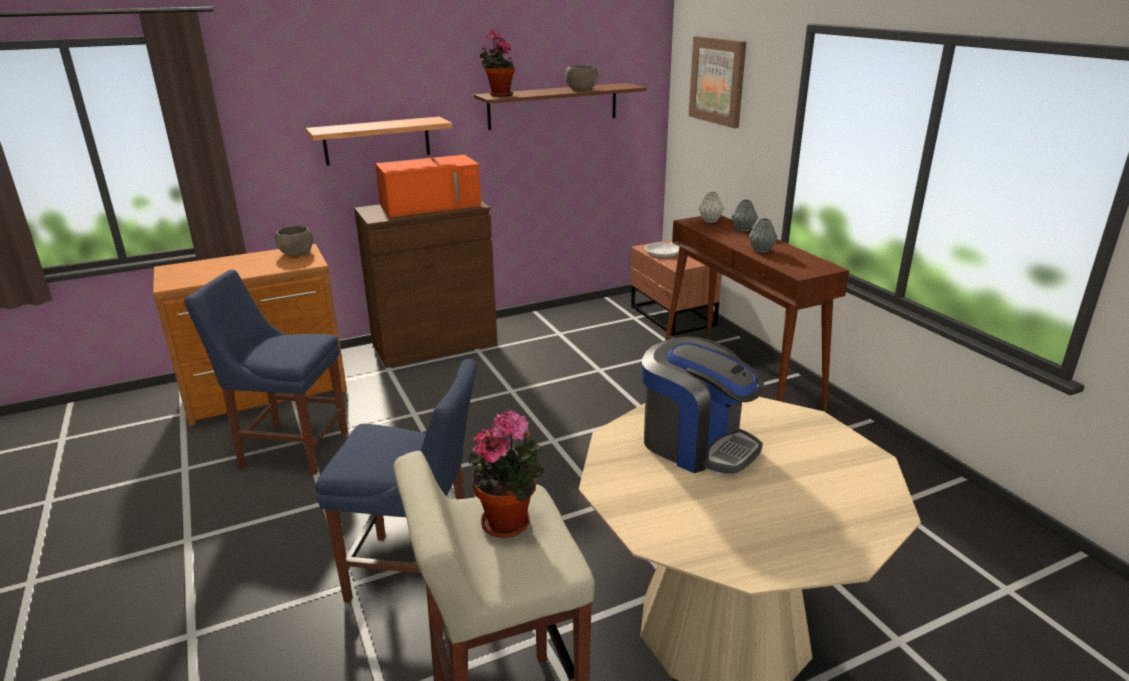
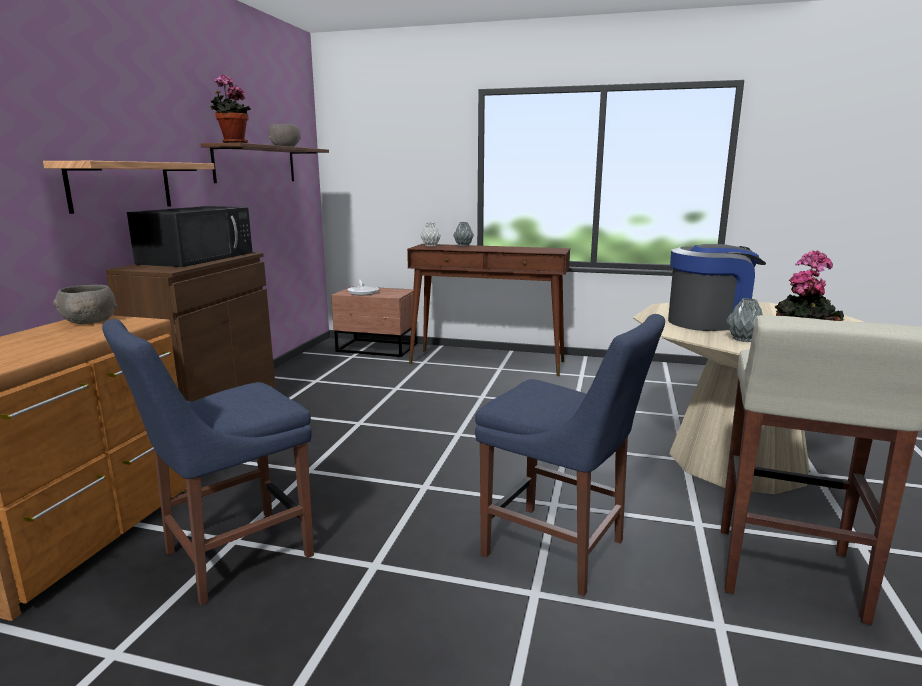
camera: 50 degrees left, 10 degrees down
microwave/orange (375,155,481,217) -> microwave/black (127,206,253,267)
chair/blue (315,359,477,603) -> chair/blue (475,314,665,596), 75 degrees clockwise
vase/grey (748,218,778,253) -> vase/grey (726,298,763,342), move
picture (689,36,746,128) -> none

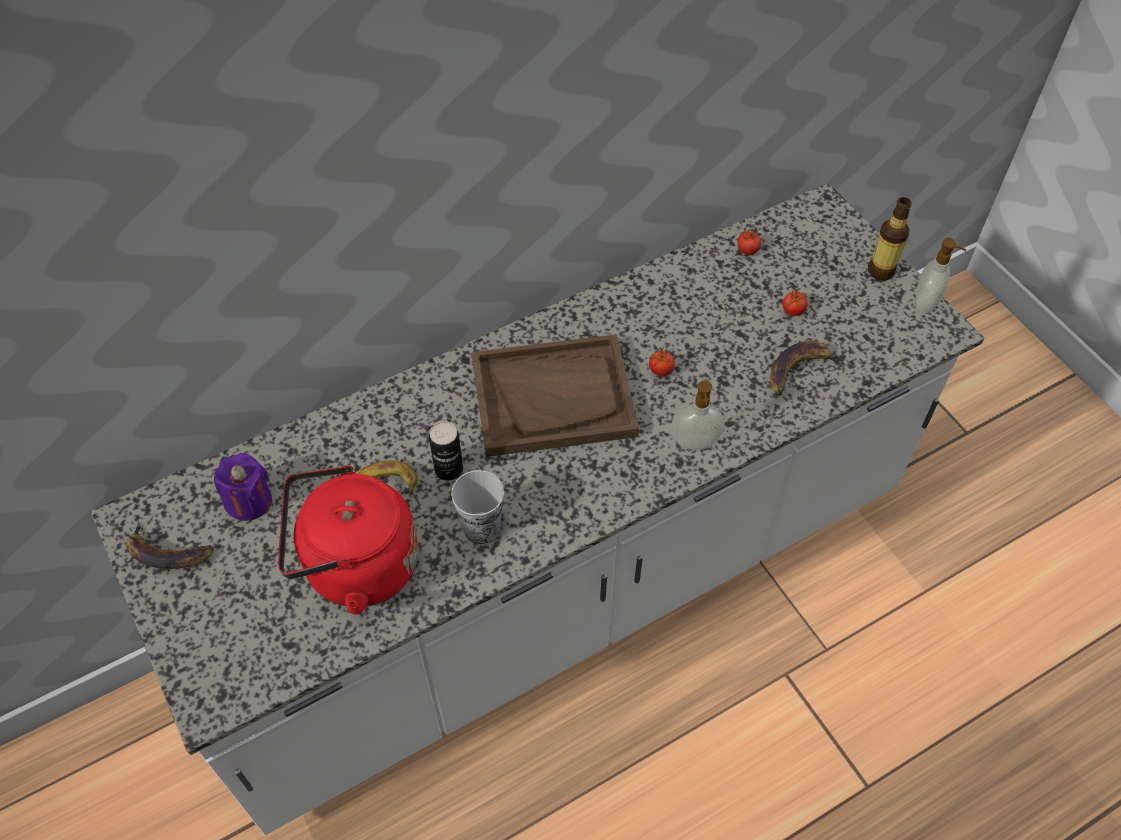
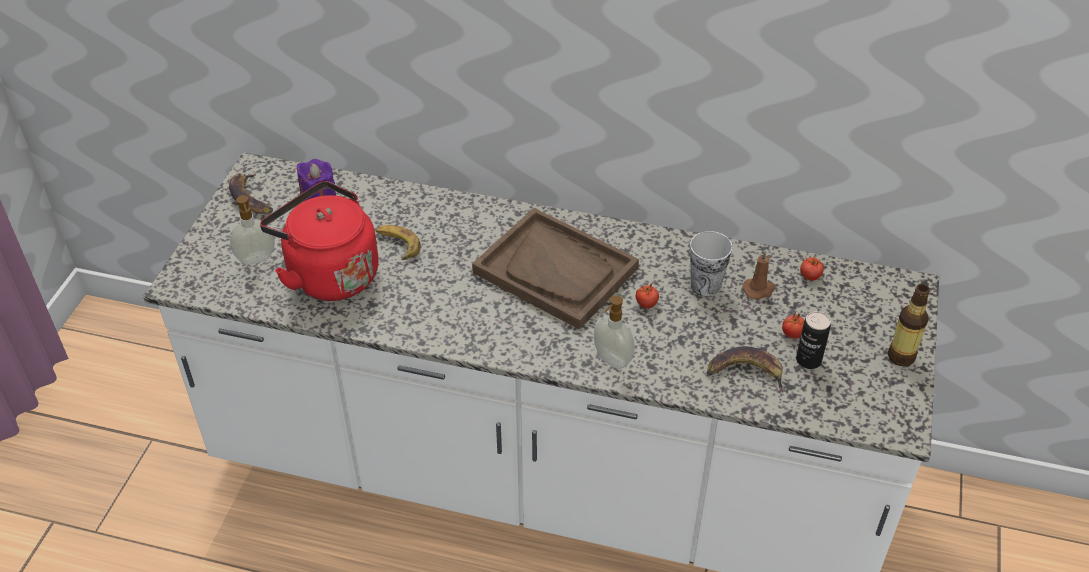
camera: 45 degrees right, 10 degrees down
soap dispenser (916,238,966,314) -> soap dispenser (230,195,275,265), move
cup (451,470,504,544) -> cup (690,231,733,297), move
none -> candle/brown (742,250,776,300)
can (429,421,463,481) -> can (796,311,831,369), move

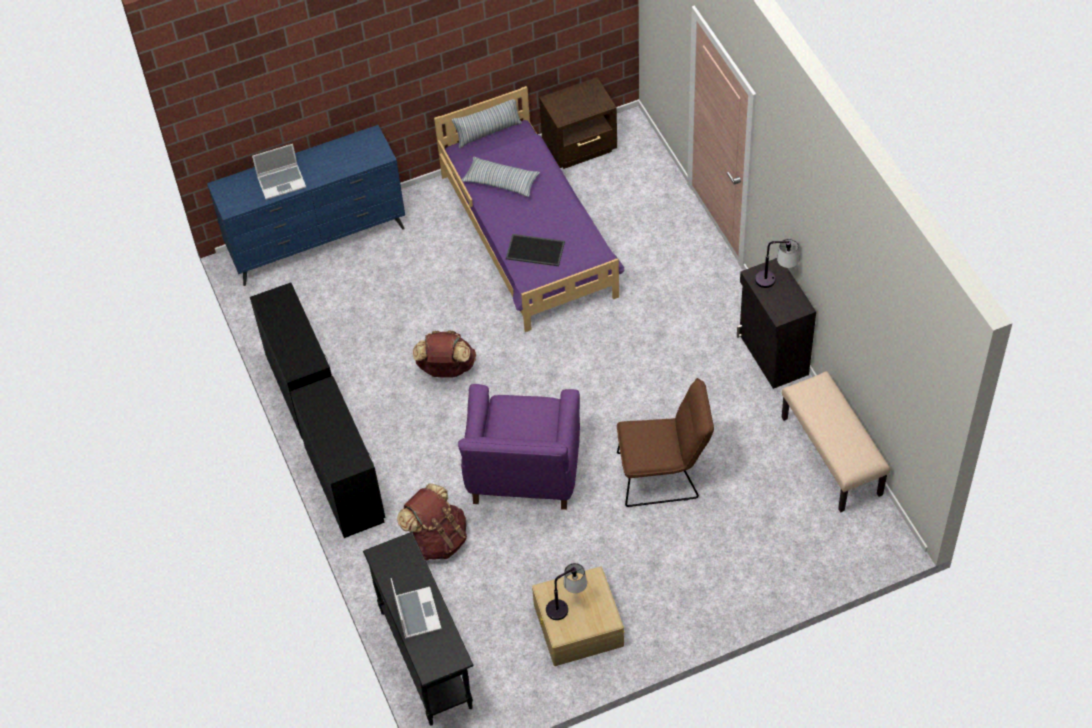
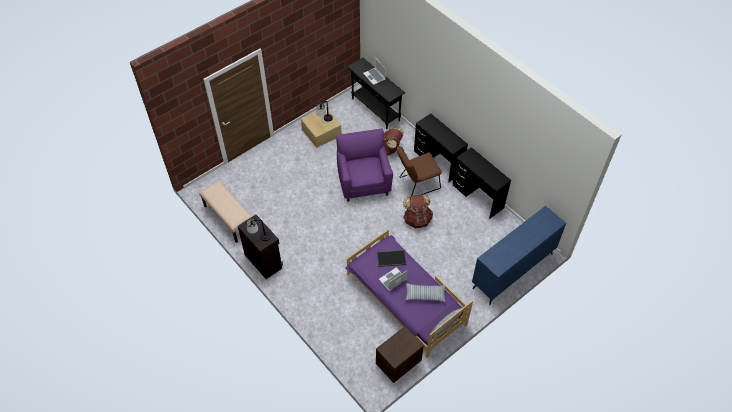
camera: 160 degrees right, 0 degrees up
laptop (252,144,306,200) -> laptop (379,268,407,291), move
chair/brown (617,378,714,507) -> chair/brown (397,145,442,196), move

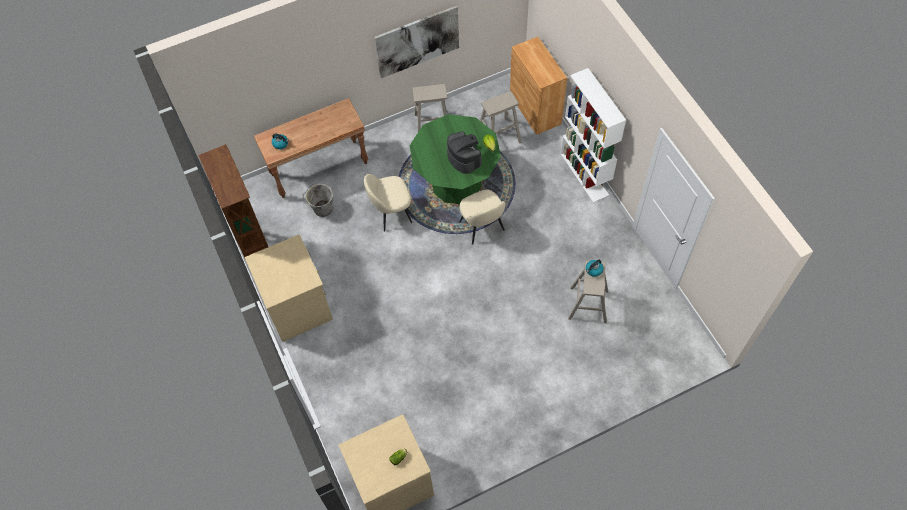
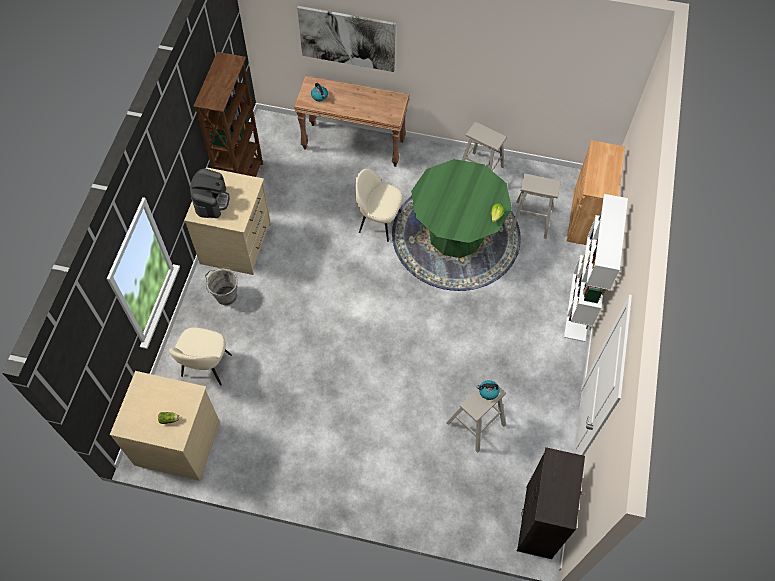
camera: 35 degrees right, 0 degrees up
chair/beige (459,190,505,245) -> chair/beige (169,327,232,385), move
coffee machine (447,131,481,174) -> coffee machine (190,168,230,218), move
bucket/grey (302,183,333,217) -> bucket/grey (205,267,238,305), move
picture (374,5,459,78) -> picture (297,6,396,72), move
none -> dresser/black (517,447,585,559)

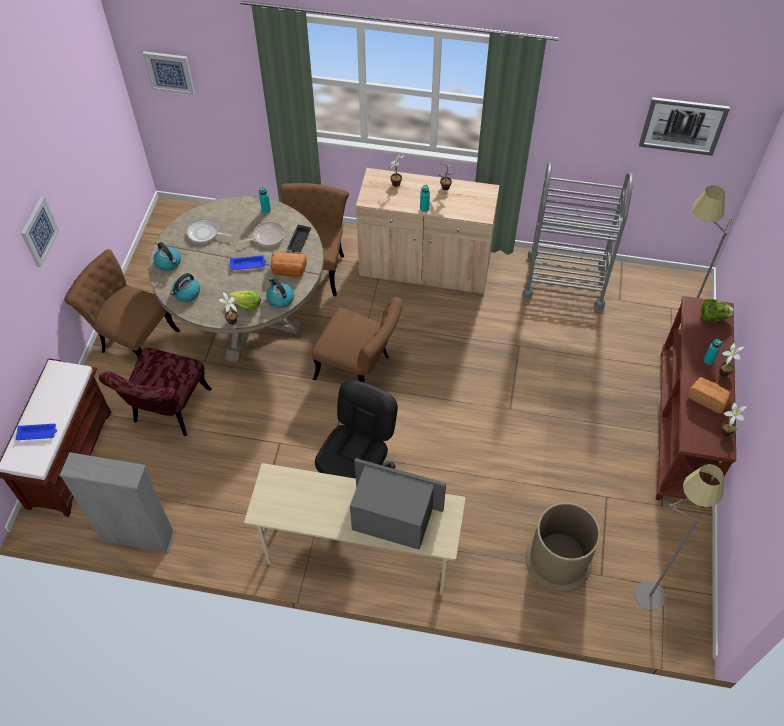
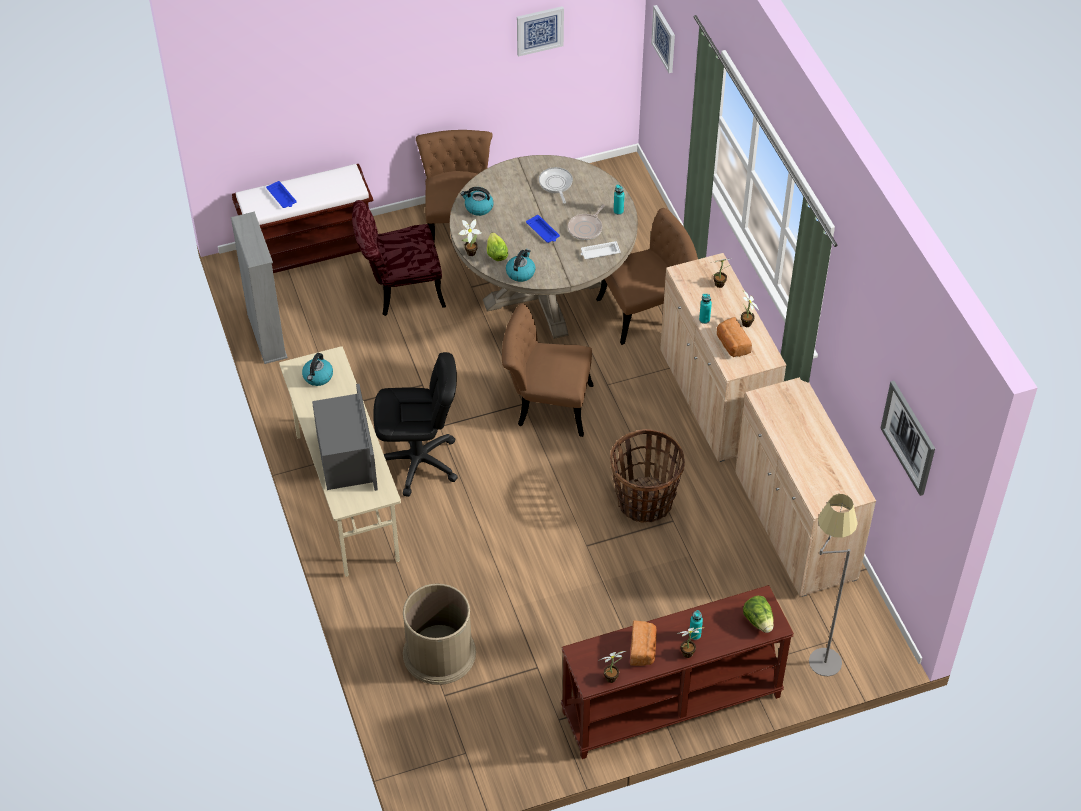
camera: 60 degrees right, 5 degrees down
kettle (153,242,181,271) -> kettle (302,353,333,386), move
chair/brown (312,297,403,383) -> chair/brown (502,304,593,437), 105 degrees clockwise
picture (21,196,59,267) -> picture (517,6,564,57), move
frying pan (239,222,285,246) -> frying pan (568,204,605,240), 90 degrees clockwise
tray/black (287,225,311,252) -> tray/white (581,241,621,259)
none -> basket (610,429,685,523)
bread (271,252,307,277) -> bread (717,317,752,357), move
cart/grey (522,162,633,310) -> cabinet/beige (735,377,876,597)
floor lamp/grey (635,464,724,611) -> none

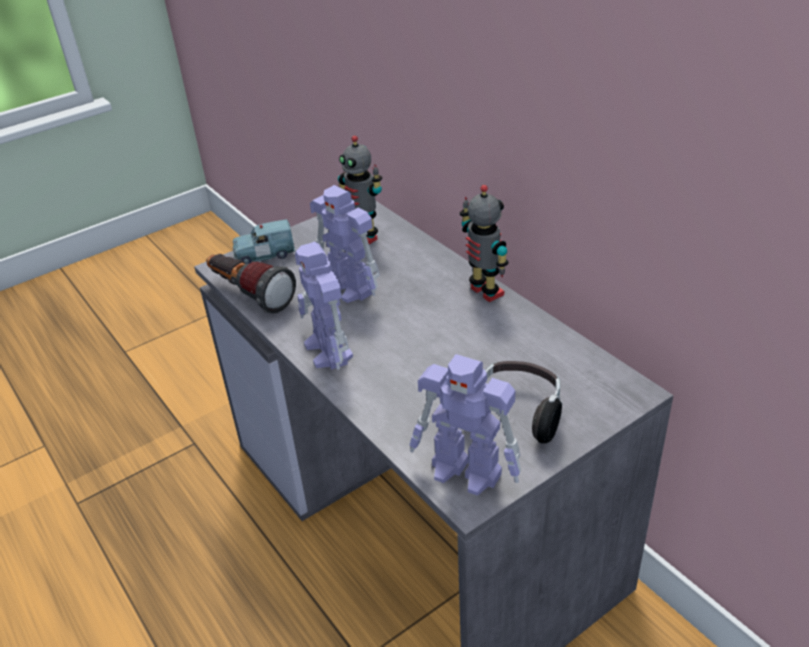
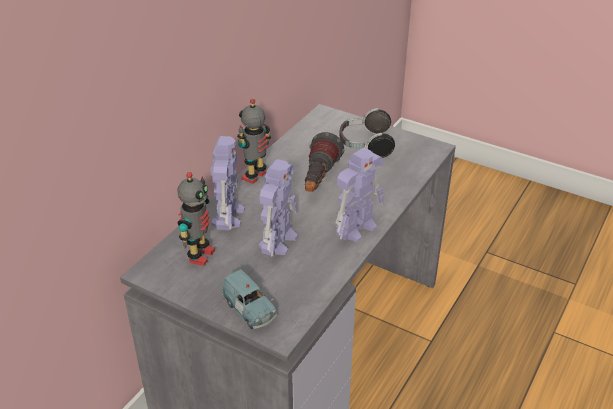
camera: 115 degrees left, 0 degrees up
toy robot (410,354,521,496) -> toy robot (211,136,245,230), move
flashlight (206,254,296,314) -> flashlight (304,132,344,192), move

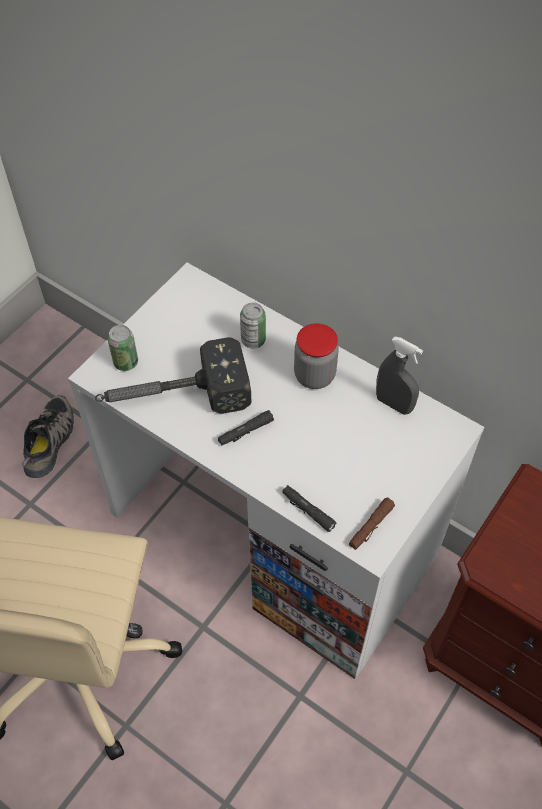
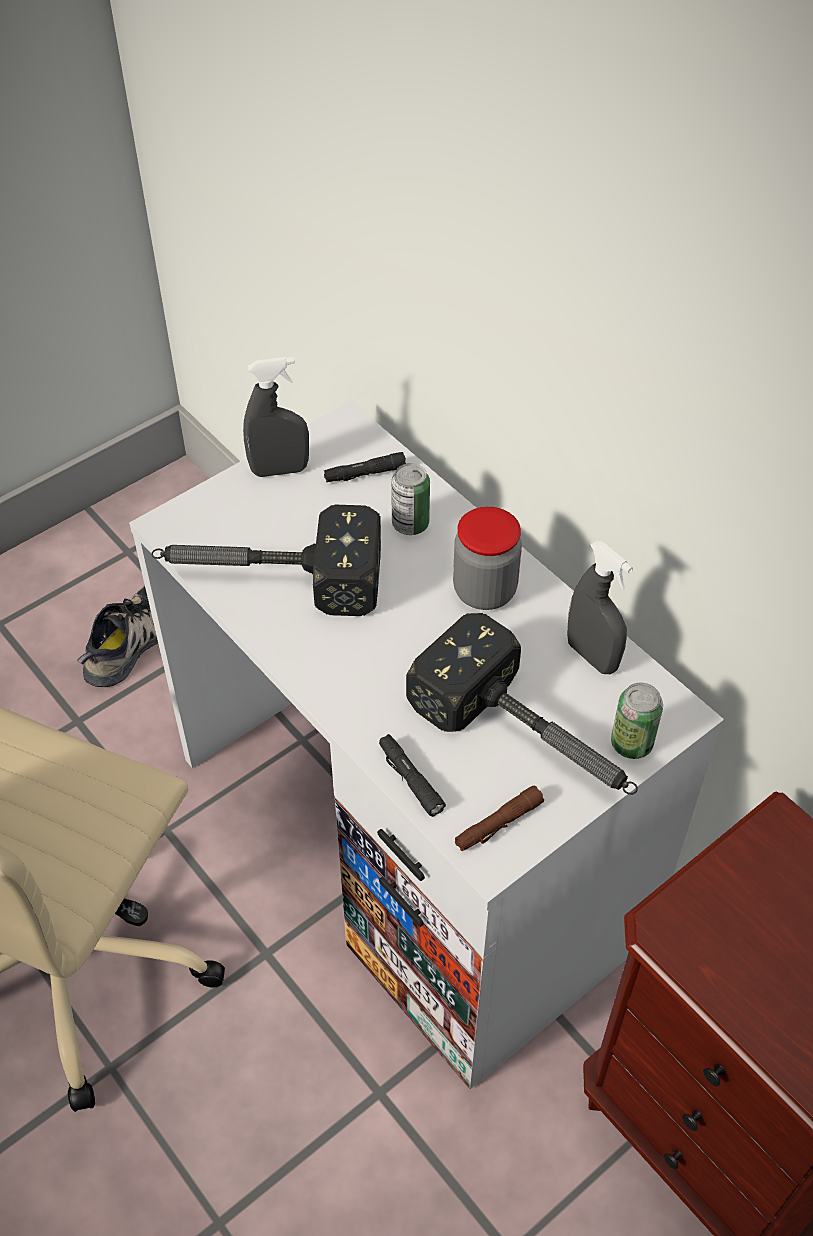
camera: 15 degrees right, 5 degrees down
none -> spray bottle/grey (243,357,309,477)
flashlight/black (218,410,274,446) -> flashlight/black (324,452,406,482), move
none -> hammer (406,613,638,795)
can (107,325,138,371) -> can (611,683,663,759), move

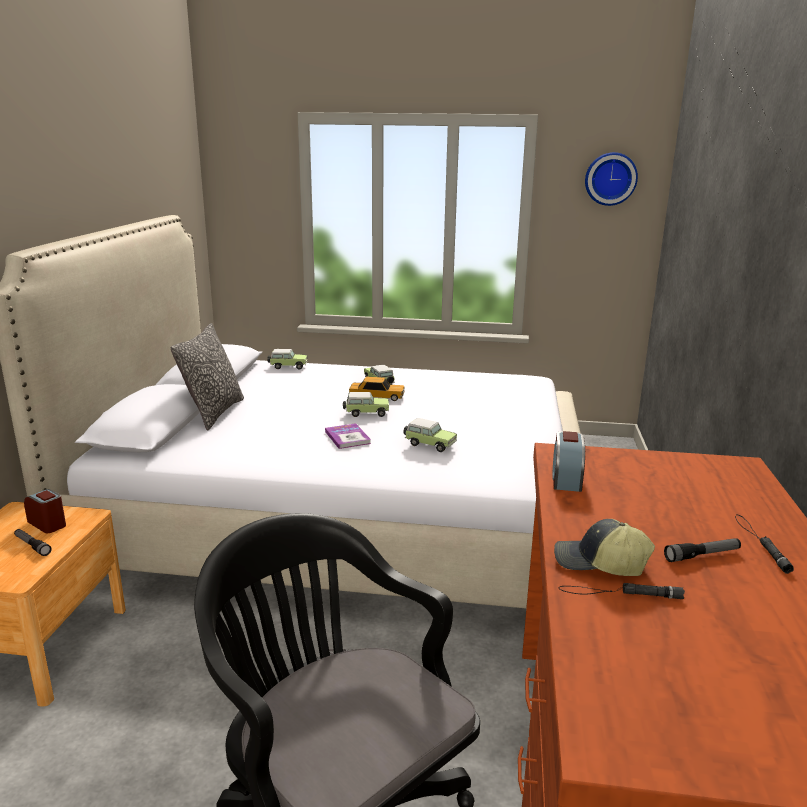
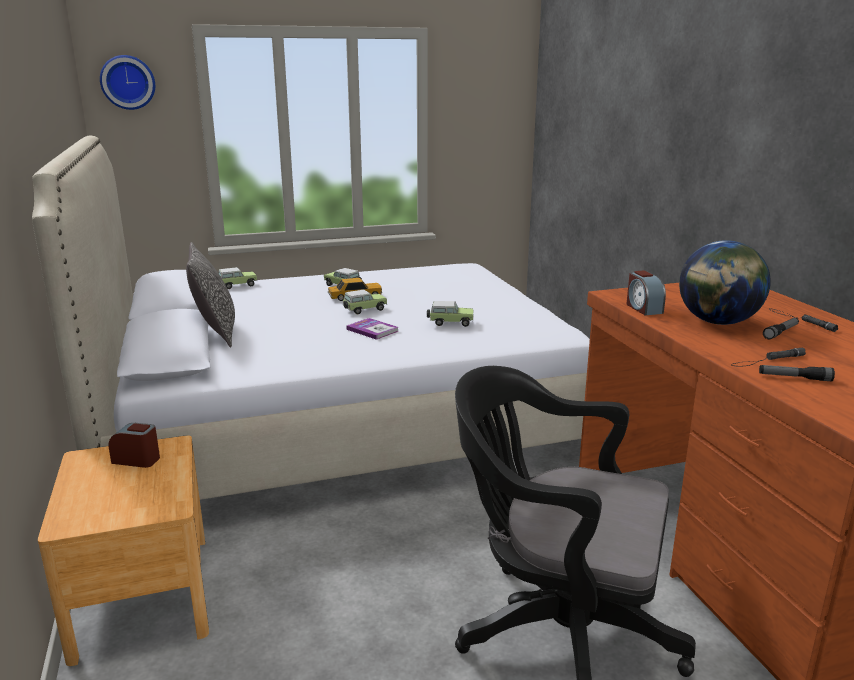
camera: 25 degrees left, 0 degrees up
wall clock (585,152,638,206) -> wall clock (100,55,155,110), move
none -> globe (679,240,771,325)
flashlight (14,529,52,556) -> flashlight (759,365,835,381), move
cap (554,519,655,576) -> none

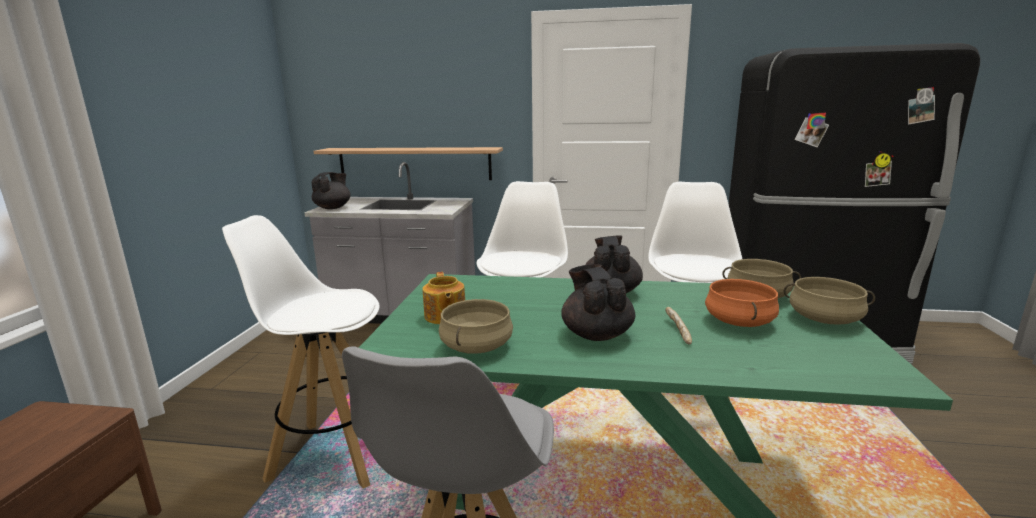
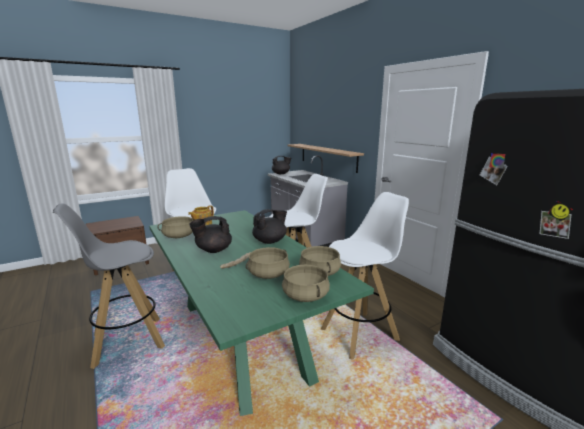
camera: 50 degrees right, 0 degrees up
teapot/black (561,264,635,341) -> teapot/black (189,216,232,253), 150 degrees counterclockwise
cooking pot/orange (705,279,779,327) -> cooking pot/beige (246,247,290,279)

